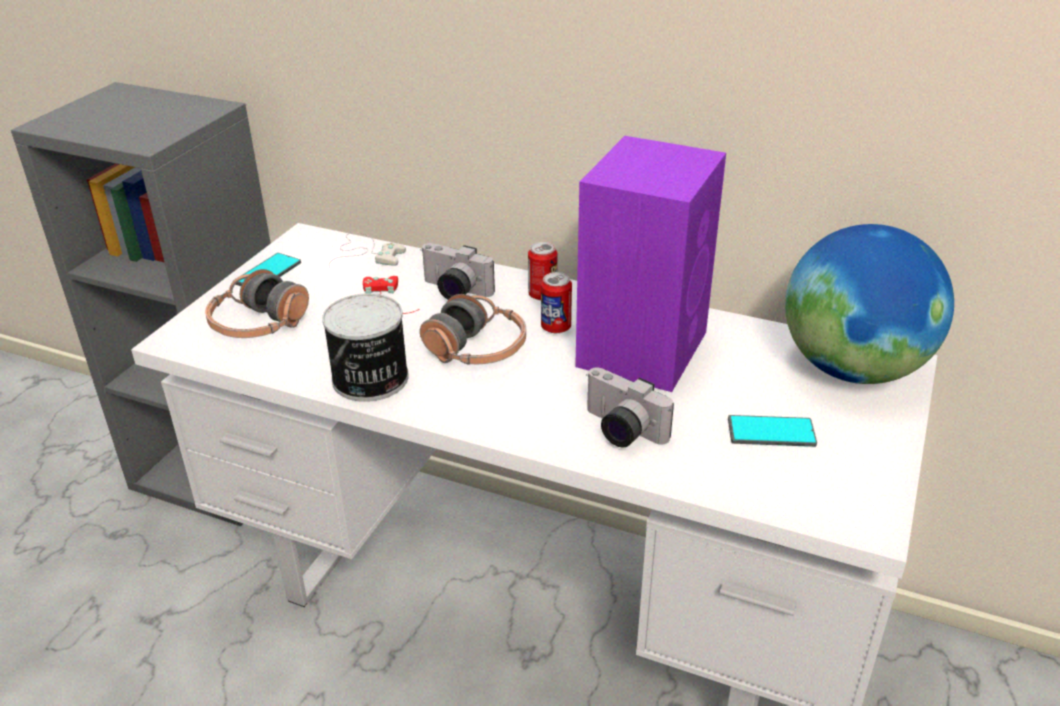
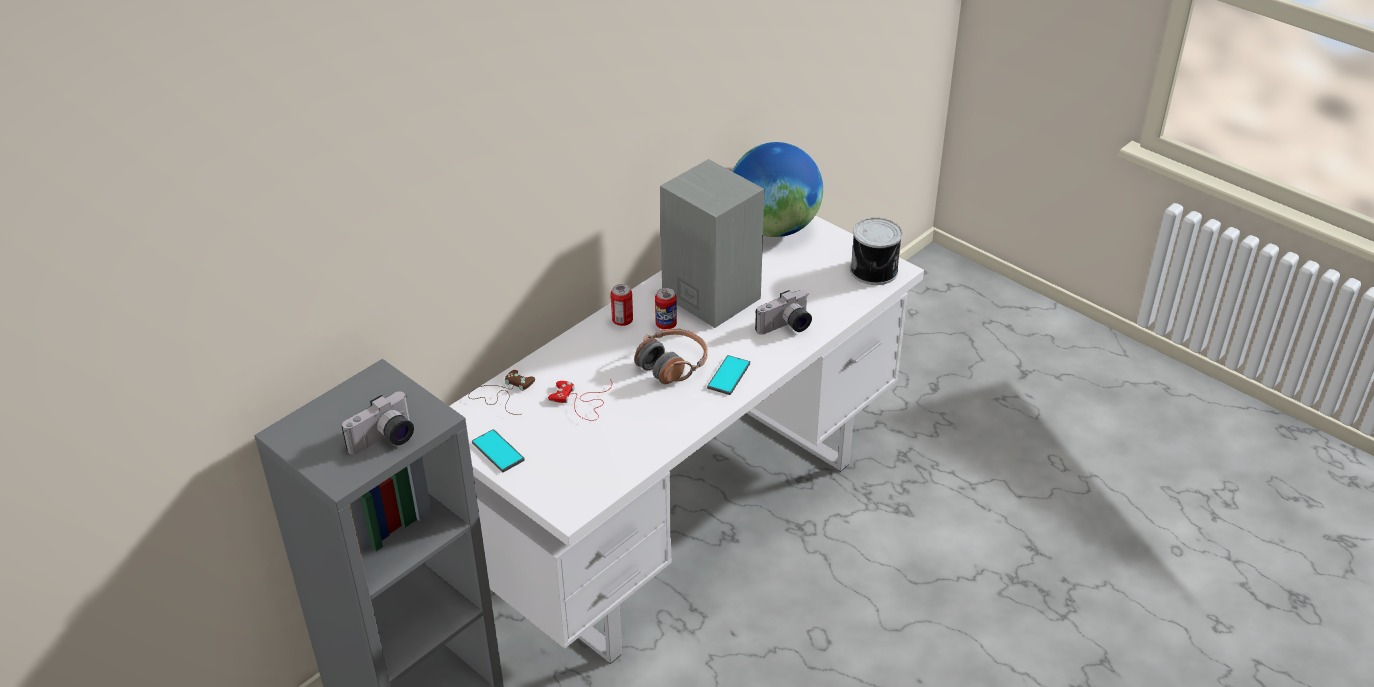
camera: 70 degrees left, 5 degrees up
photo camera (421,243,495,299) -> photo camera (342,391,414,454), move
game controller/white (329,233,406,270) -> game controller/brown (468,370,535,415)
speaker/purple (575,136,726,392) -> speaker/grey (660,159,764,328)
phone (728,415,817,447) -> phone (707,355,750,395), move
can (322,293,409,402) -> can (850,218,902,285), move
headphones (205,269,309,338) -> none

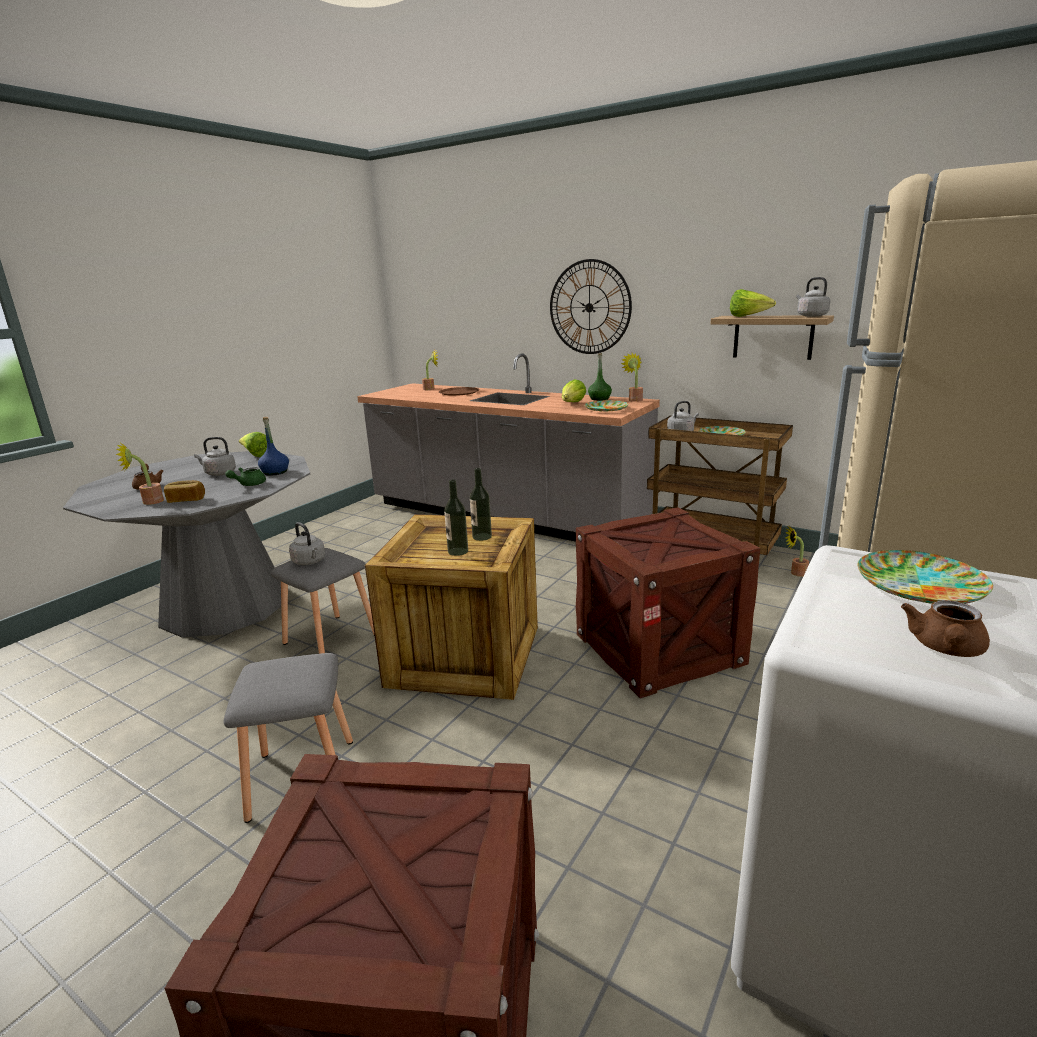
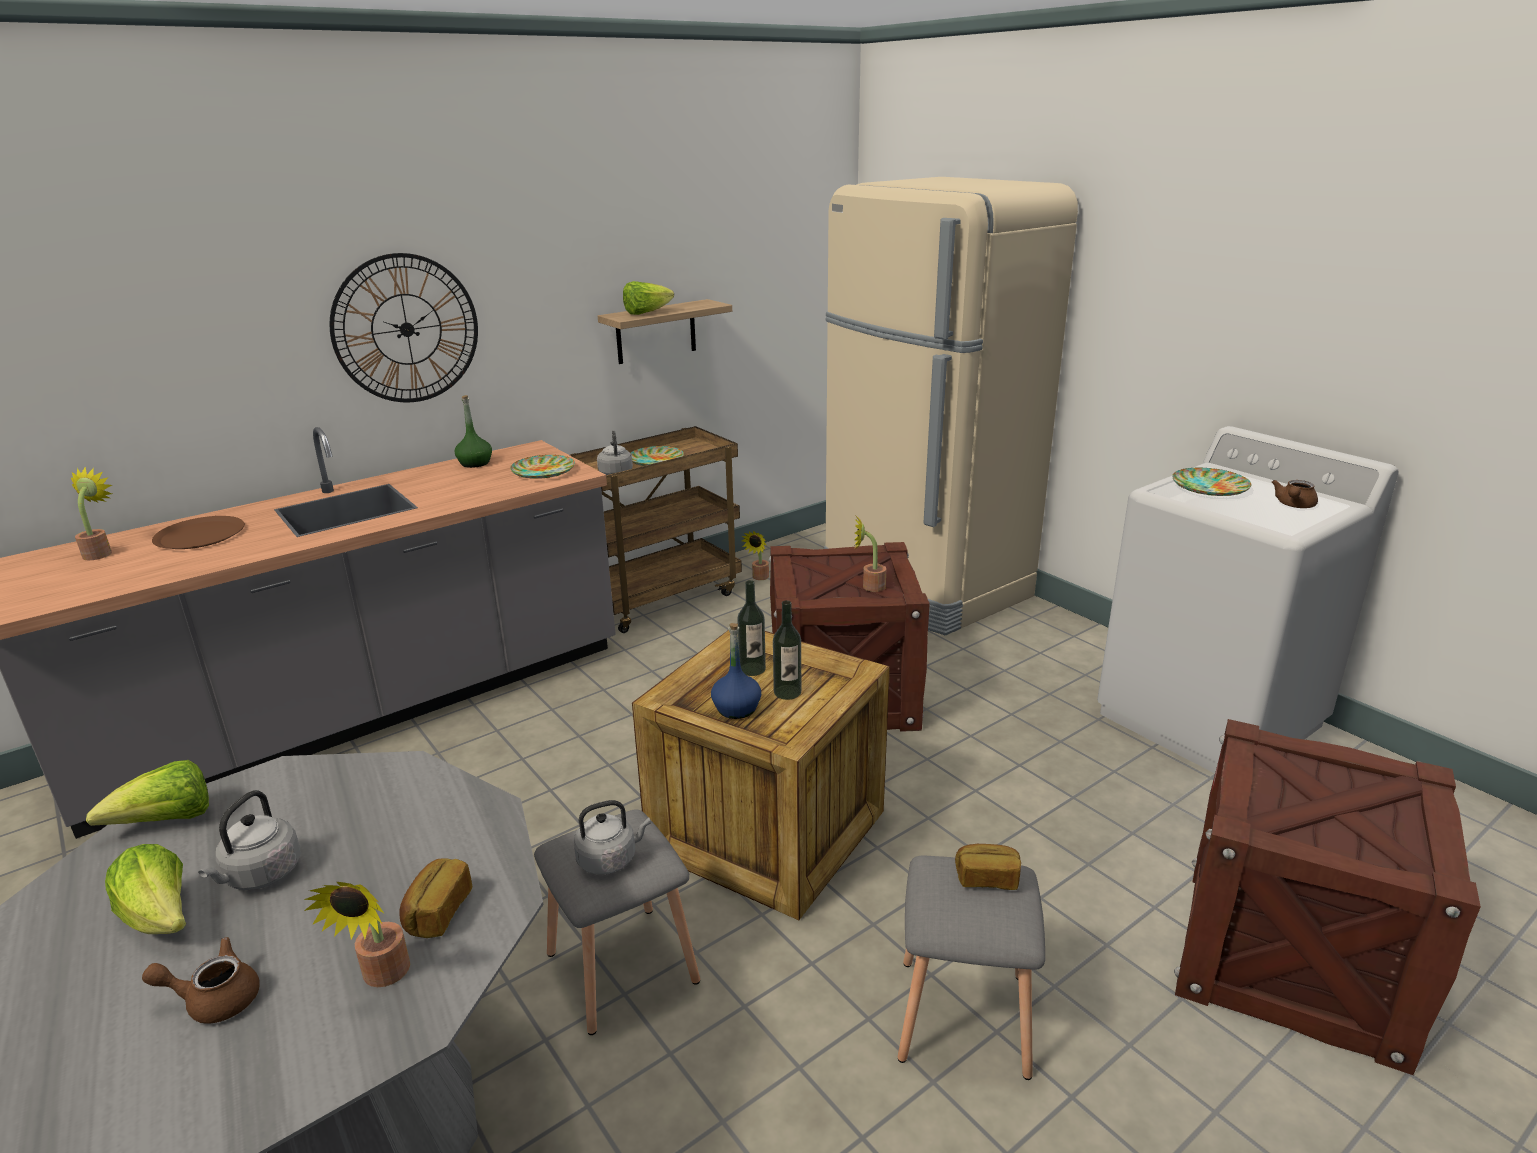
camera: 70 degrees left, 5 degrees up
lettuce (562,379,586,402) -> lettuce (105,844,186,934), move
bottle/blue (258,417,289,475) -> bottle/blue (711,623,761,719), move
potted plant (621,353,643,402) -> potted plant (854,516,886,592), move
none -> bread (955,844,1021,890)
teapot/brown (901,600,990,657) -> teapot/brown (1272,480,1318,508), 75 degrees clockwise
teapot/green (225,467,266,486) -> none
kettle/grey (796,277,830,317) -> none

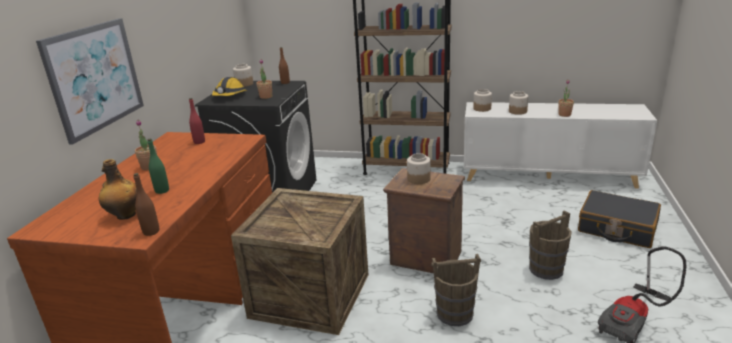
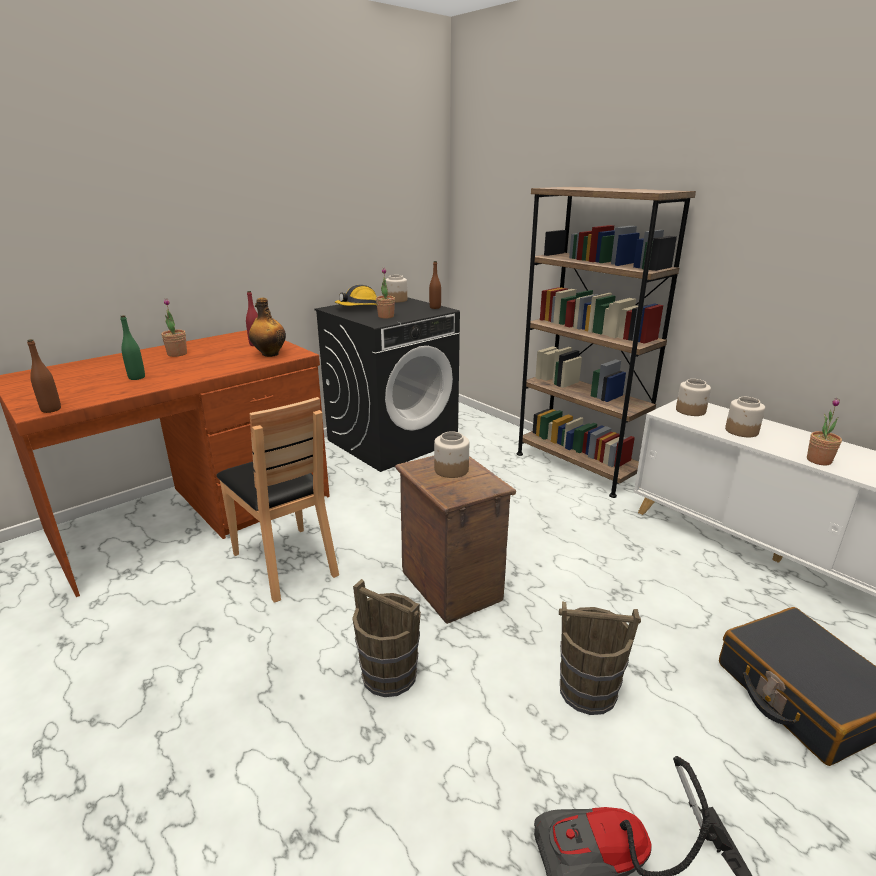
camera: 35 degrees right, 0 degrees up
crate (231,188,369,335) -> chair/brown (216,397,339,603)
bottle (99,159,137,219) -> bottle (249,298,286,357), move
picture (36,18,144,145) -> none

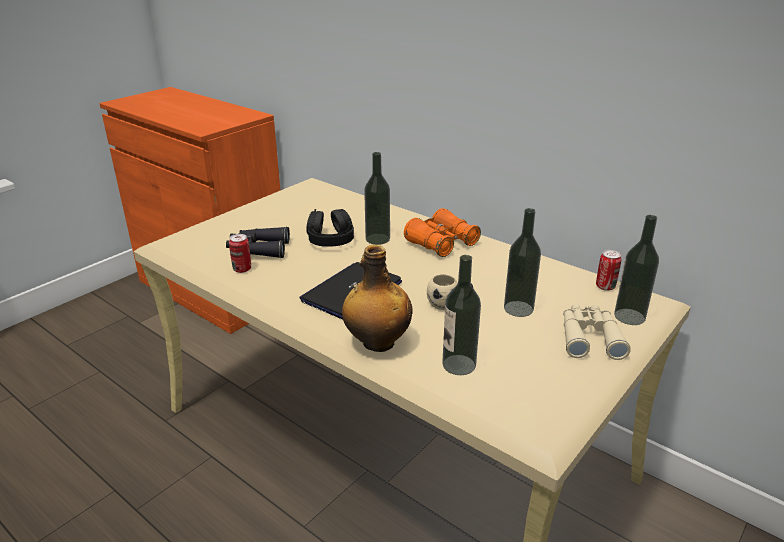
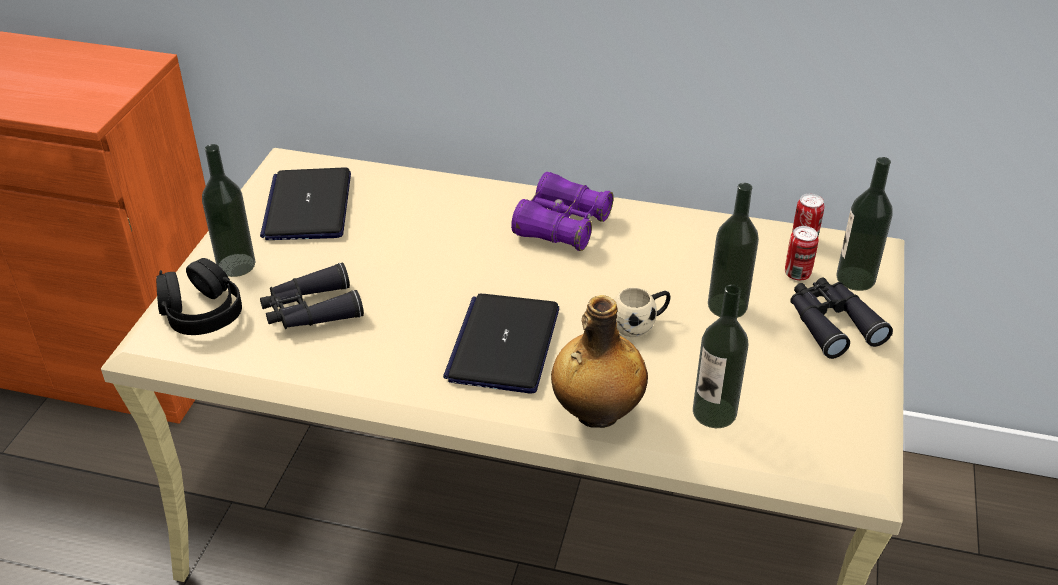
camera: 25 degrees left, 10 degrees up
headphones/black (306,209,354,247) -> headphones/black (156,258,242,335), move
bottle (364,152,390,245) -> bottle (202,144,256,277), move
none -> laptop (260,167,351,240)
binoculars/orange (404,208,481,257) -> binoculars/purple (511,172,614,251)
can (229,234,251,273) -> can (785,226,818,280), move
binoculars/beige (563,304,631,360) -> binoculars/black (790,278,893,359)

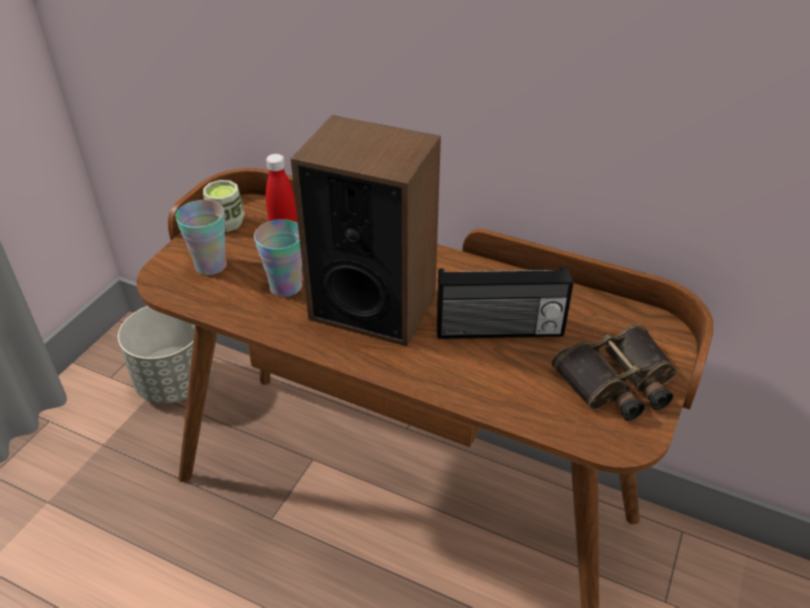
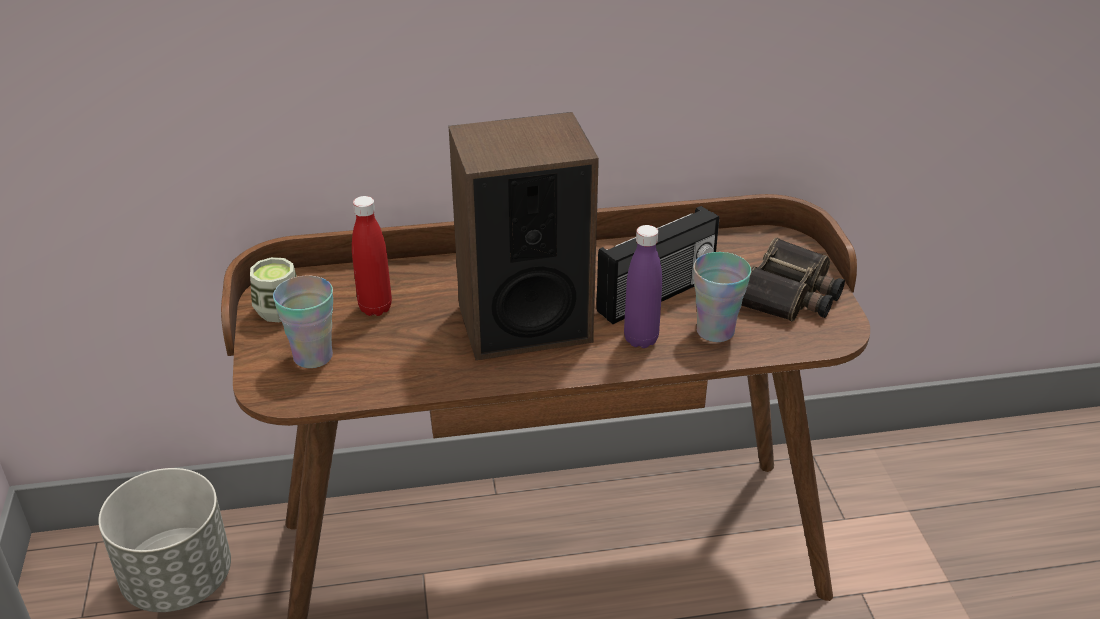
camera: 35 degrees left, 5 degrees down
none -> bottle/purple (624,225,662,348)
cup (254,219,302,297) -> cup (693,252,751,342), move

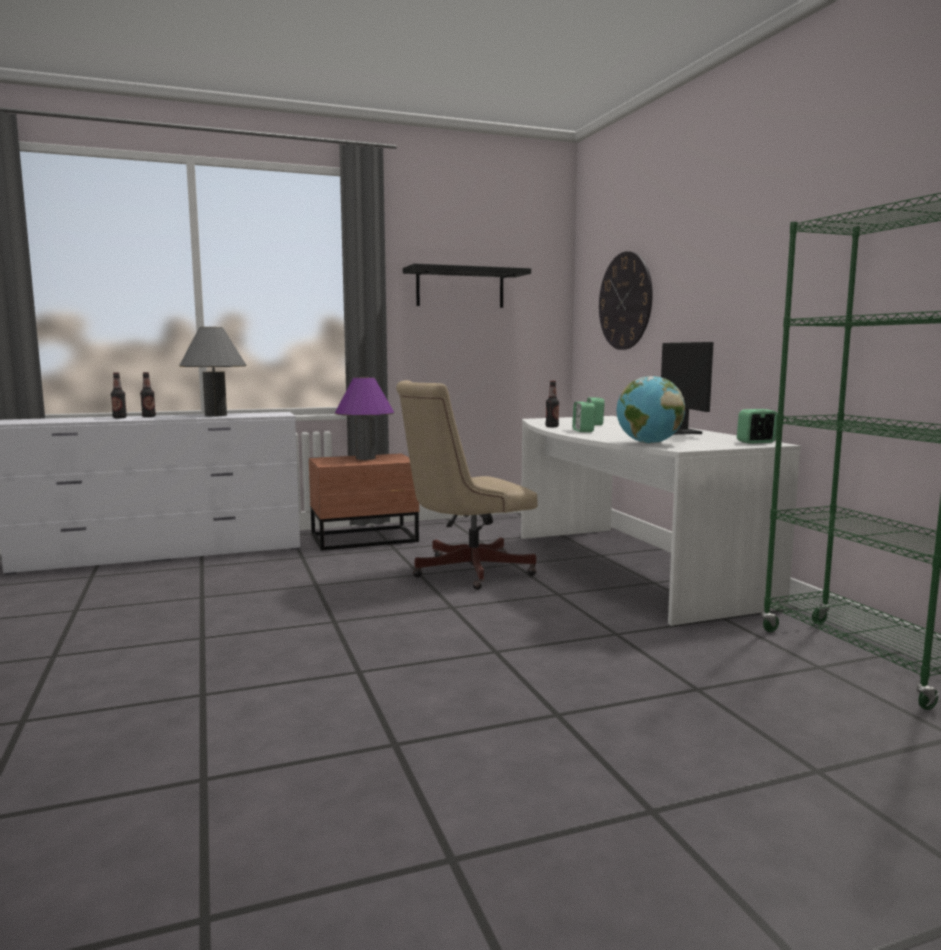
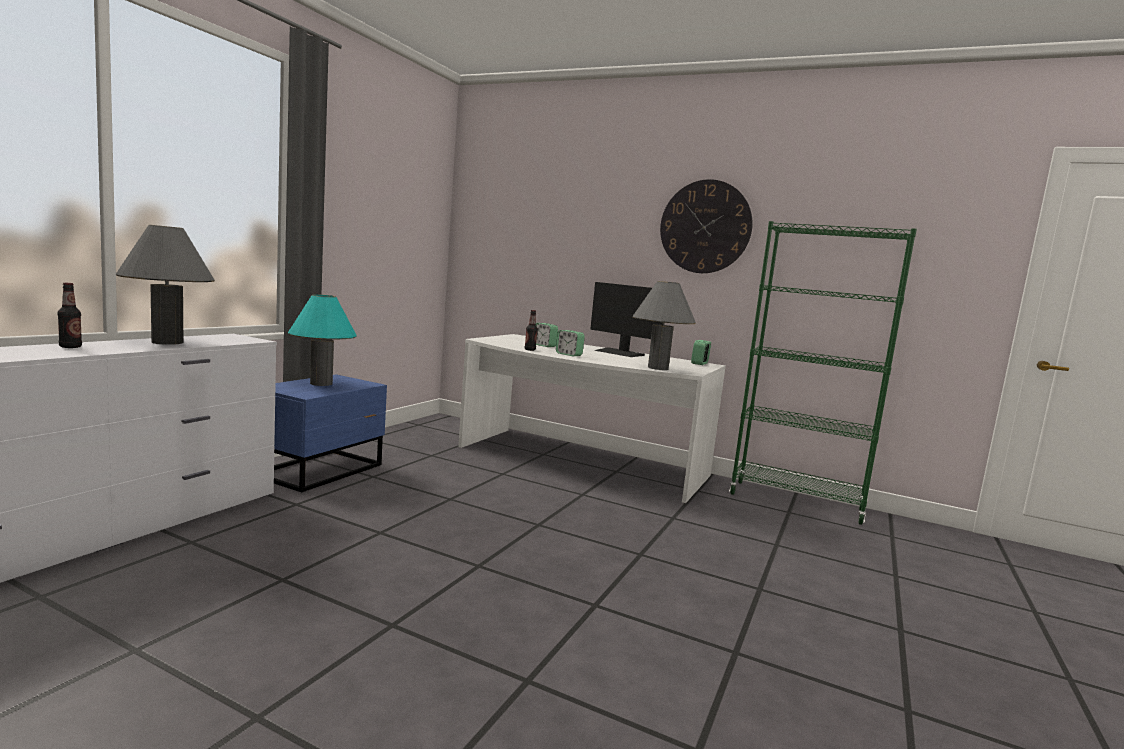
camera: 45 degrees left, 0 degrees up
nightstand/brown (309,453,419,551) -> nightstand/blue (274,374,387,492)
table lamp/purple (335,377,394,460) -> table lamp/turquoise (288,294,357,386)
globe (617,376,685,444) -> table lamp/grey (633,281,696,370)
wall clock (599,251,653,350) -> wall clock (660,179,753,273), move
bottle (111,373,127,418) -> none
office chair/beige (396,380,538,590) -> none
shelf/black (403,264,531,308) -> none

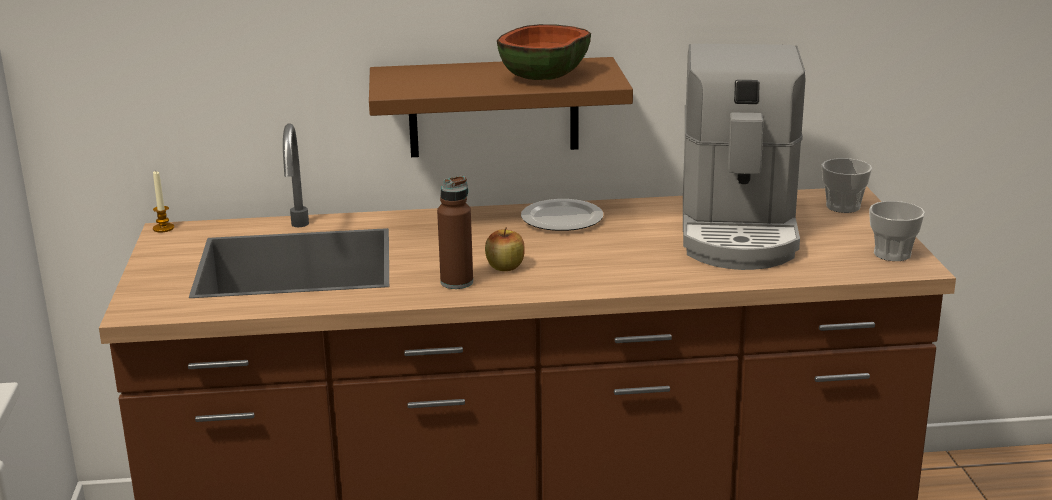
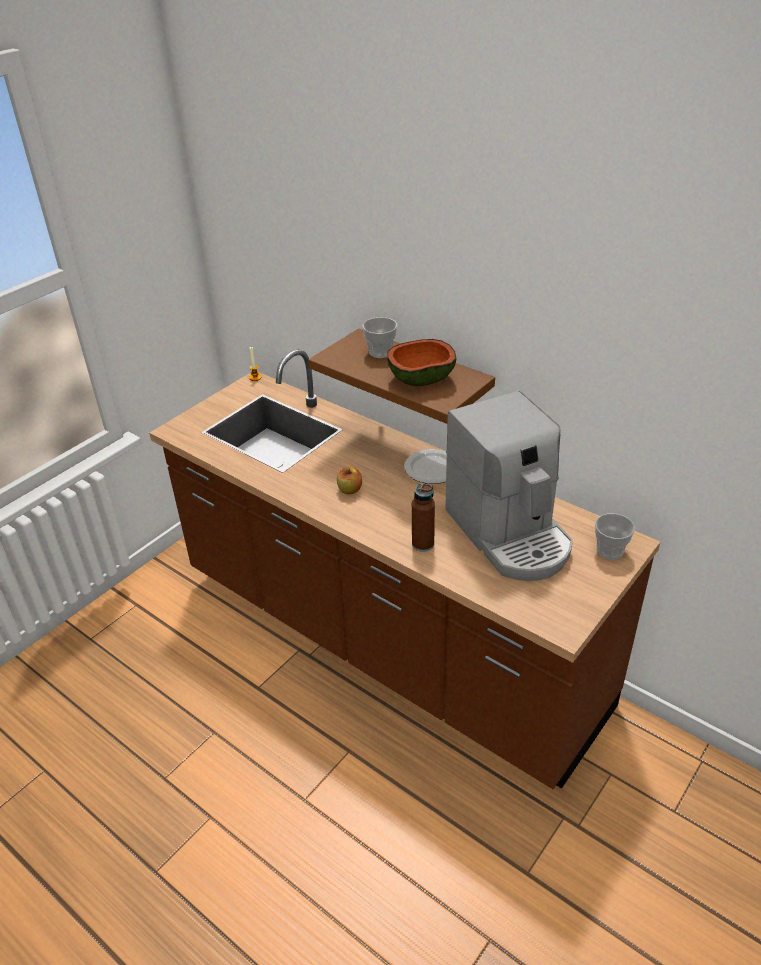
camera: 45 degrees right, 15 degrees up
cup (869,201,925,261) -> cup (362,317,397,358), move
bottle/brown (437,176,473,289) -> bottle/brown (412,483,435,552), move
coffee machine (683,44,806,270) -> coffee machine (445,391,573,581), 75 degrees counterclockwise

